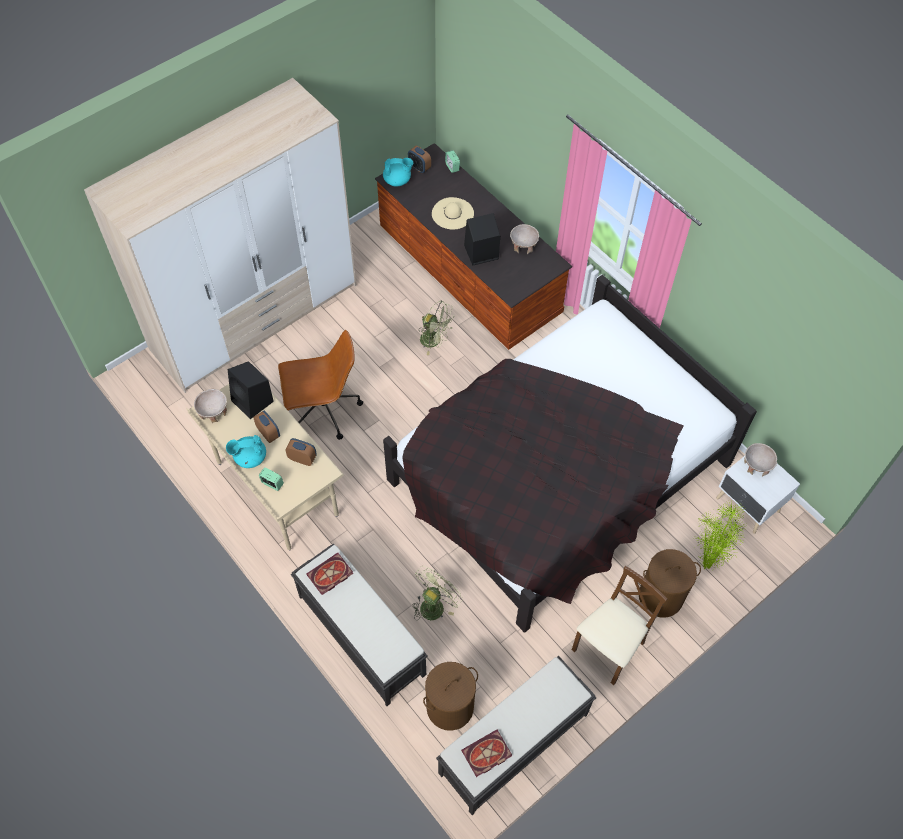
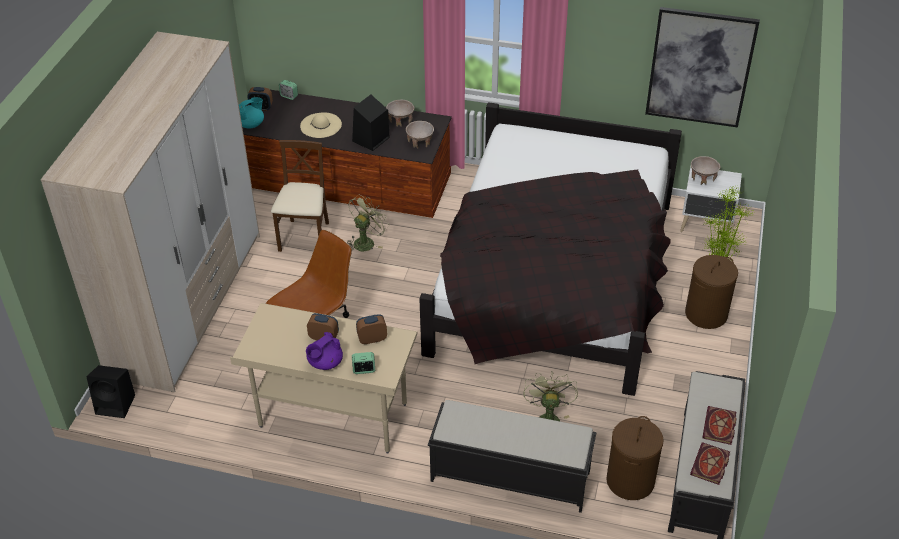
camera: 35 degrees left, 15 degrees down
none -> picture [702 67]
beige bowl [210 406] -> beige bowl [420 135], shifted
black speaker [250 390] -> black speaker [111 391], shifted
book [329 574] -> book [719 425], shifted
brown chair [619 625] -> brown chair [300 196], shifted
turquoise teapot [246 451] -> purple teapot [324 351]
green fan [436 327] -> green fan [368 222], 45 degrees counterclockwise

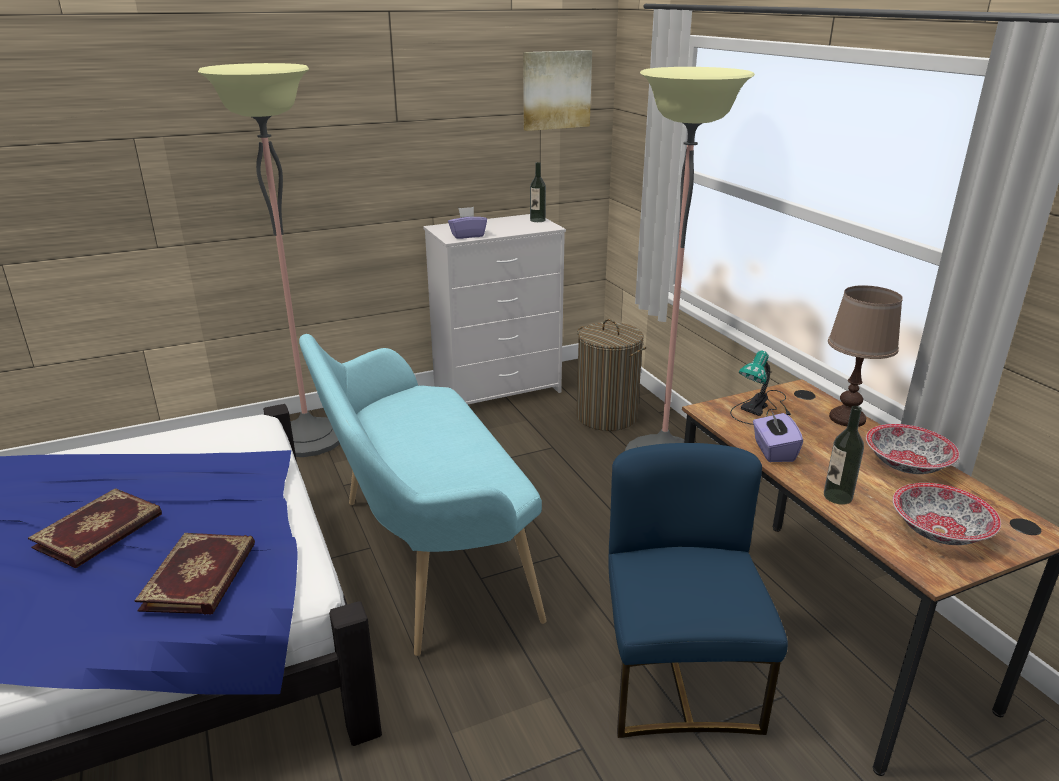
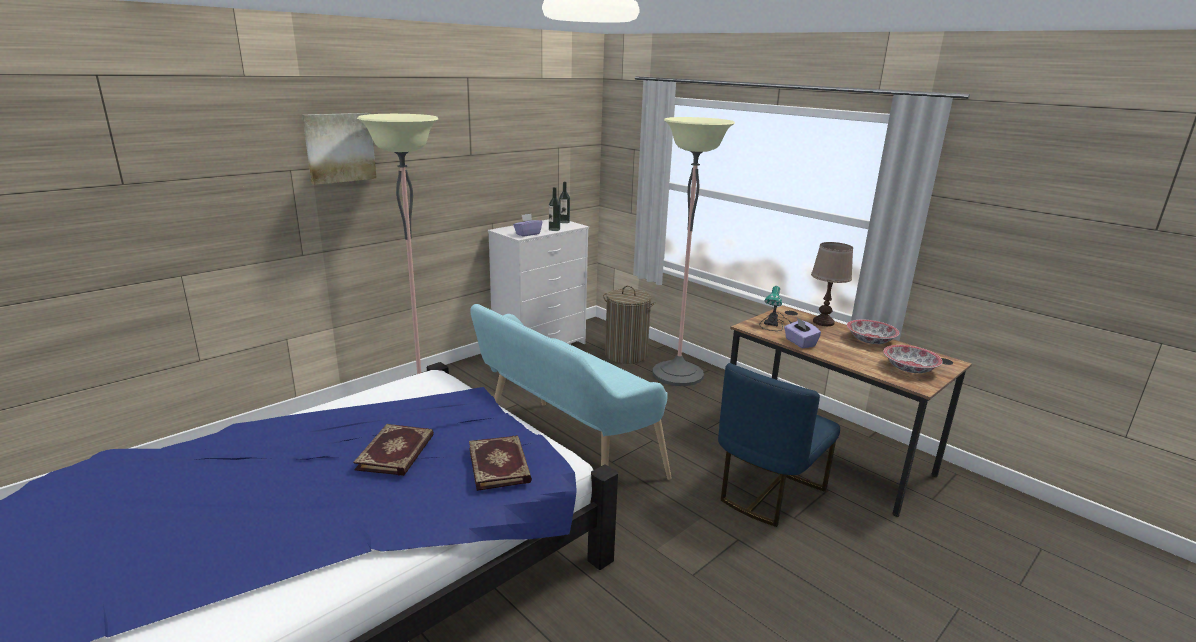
camera: 20 degrees left, 5 degrees down
picture [557 90] -> picture [339 149], shifted
bottle [844 455] -> bottle [554 209], shifted
blue chair [698 590] -> blue chair [779 445], 120 degrees counterclockwise

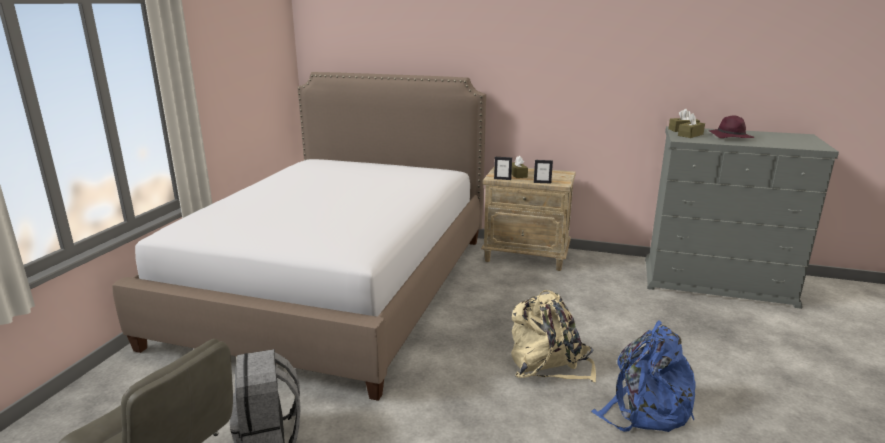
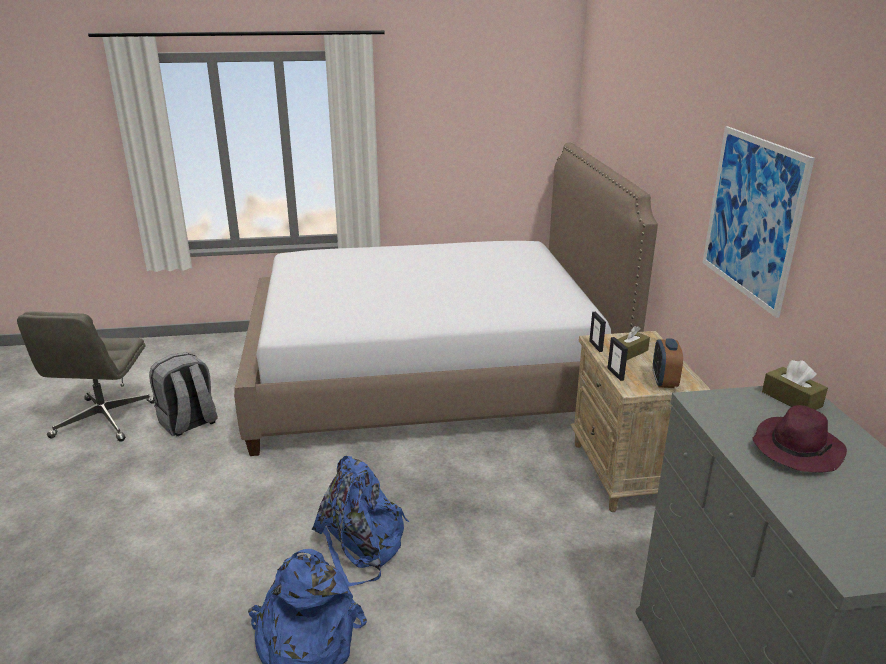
camera: 65 degrees right, 5 degrees up
brown tissue box [691 125] -> none
none -> alarm clock [668 363]
none -> picture [758 222]
beige backpack [553 336] -> blue backpack [360 521]

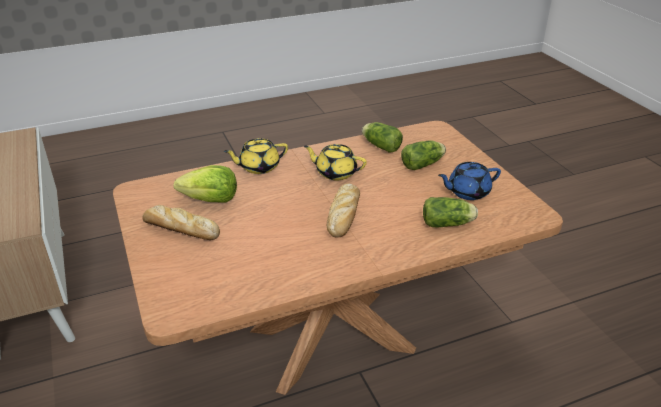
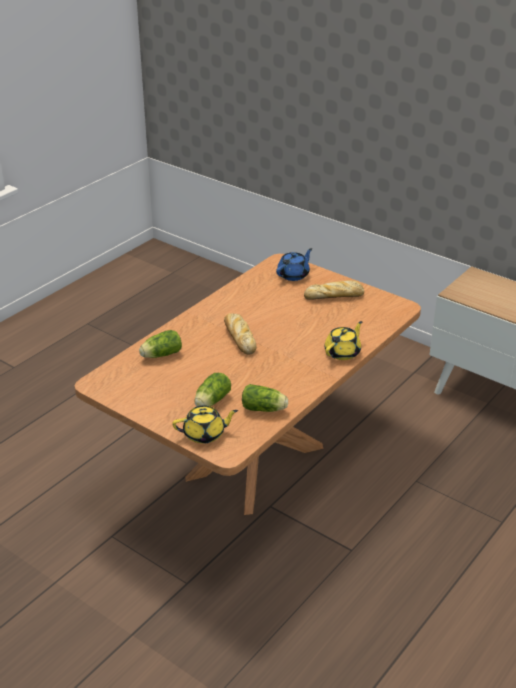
camera: 150 degrees right, 0 degrees up
lettuce [205 183] -> none
yellow teapot [335 162] -> yellow teapot [205 424], shifted
blue teapot [469 181] -> blue teapot [294 264], shifted

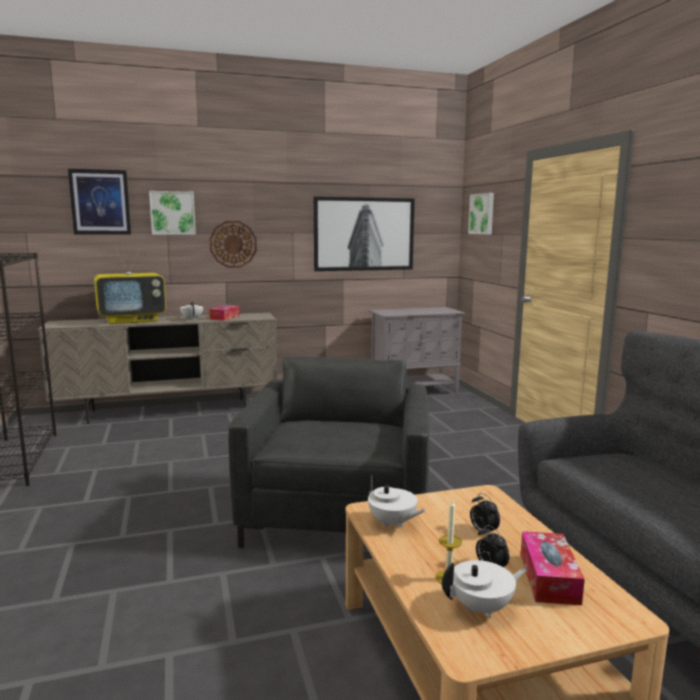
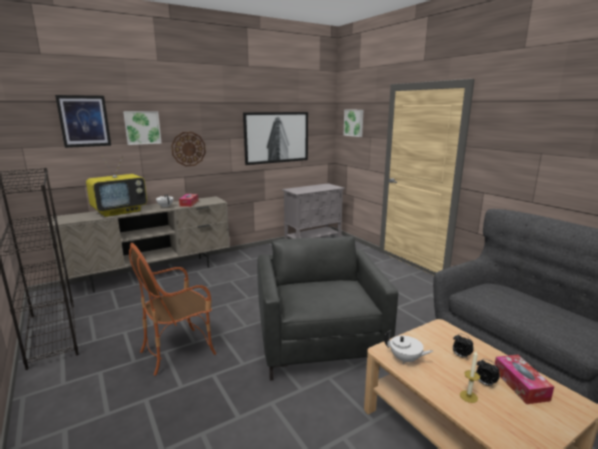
camera: 15 degrees left, 5 degrees up
white teapot [484 589] -> none
none -> armchair [172 309]

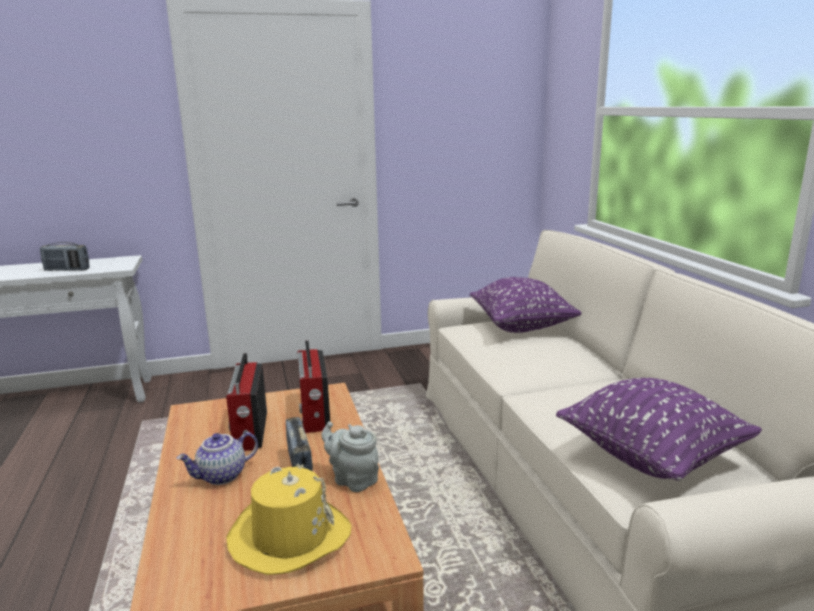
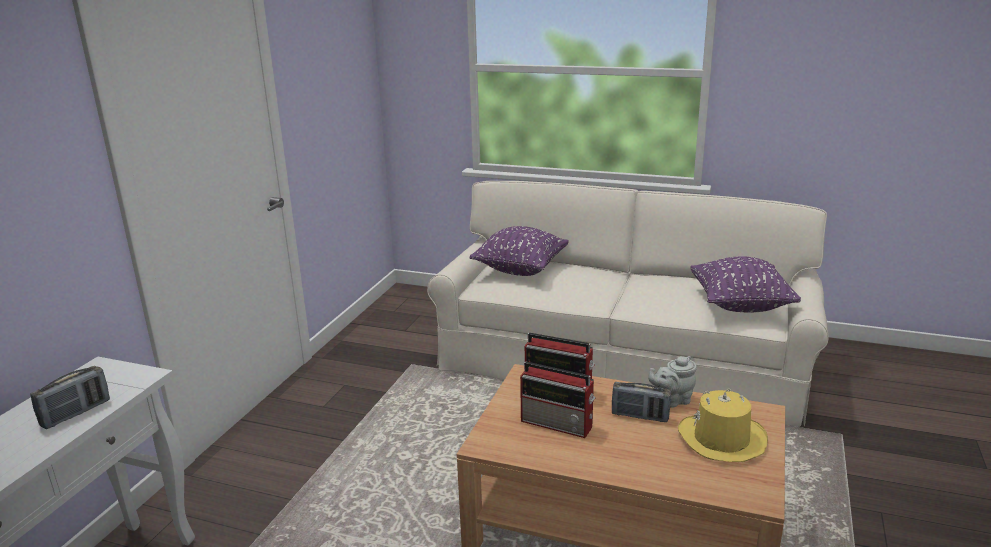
camera: 55 degrees left, 5 degrees up
teapot [217 458] -> none

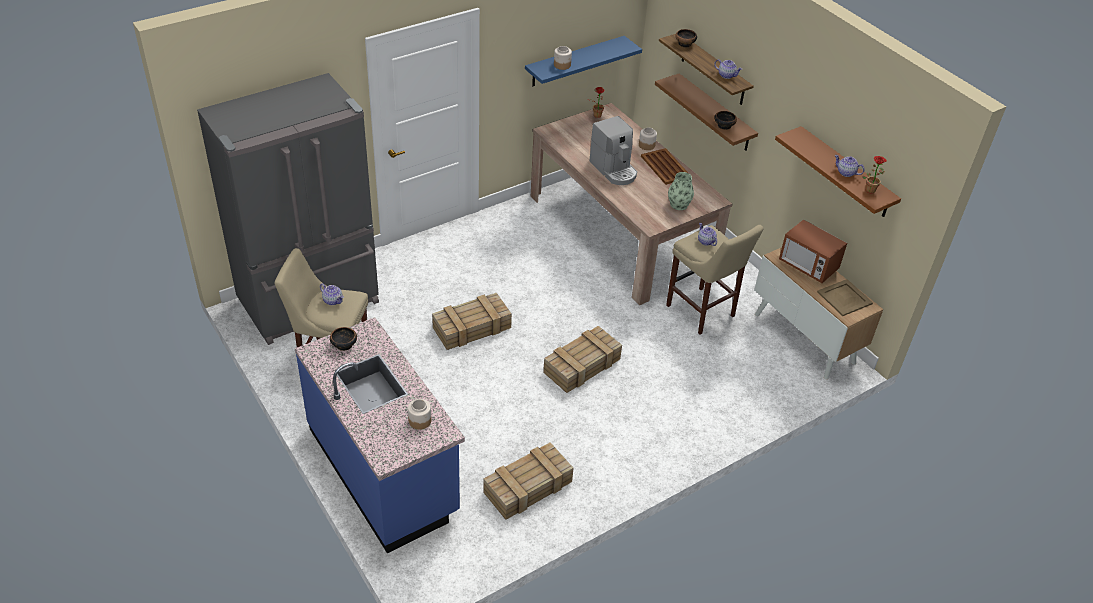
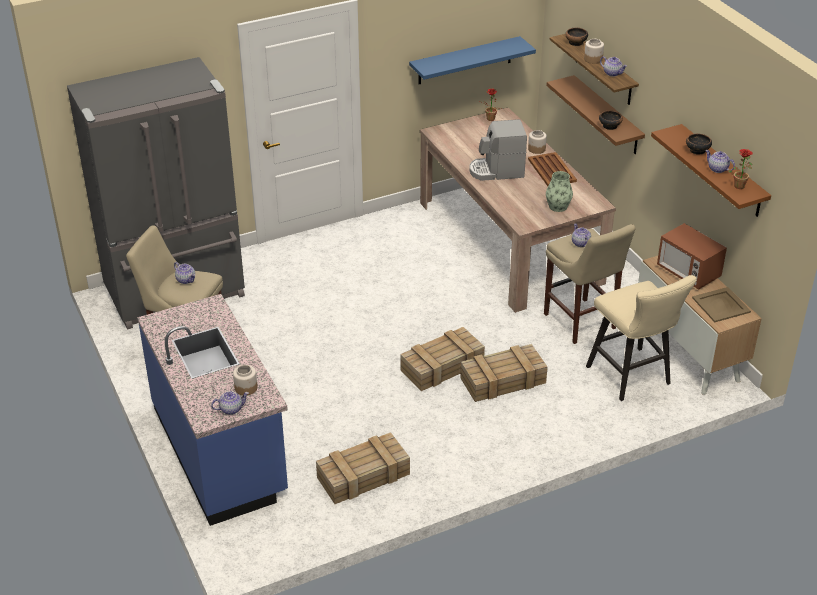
camera: 10 degrees right, 5 degrees down
none -> teapot [230 403]
none -> beige stool [641 338]
bowl [343 339] -> bowl [699 144], shifted
crate [472 321] -> crate [504 373], shifted
jar [563 58] -> jar [594 51], shifted
coffee machine [613 150] -> coffee machine [498 150], 105 degrees clockwise

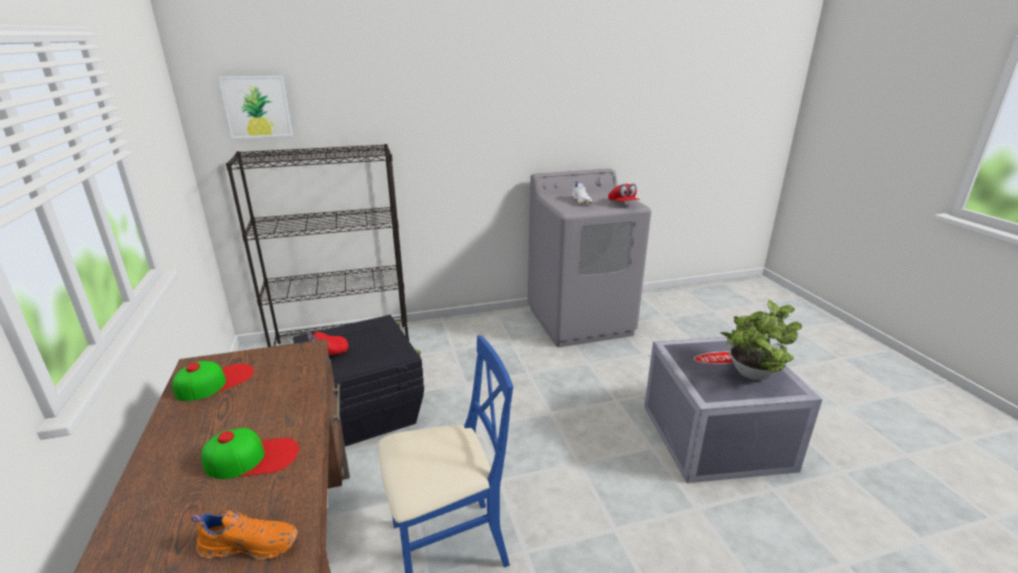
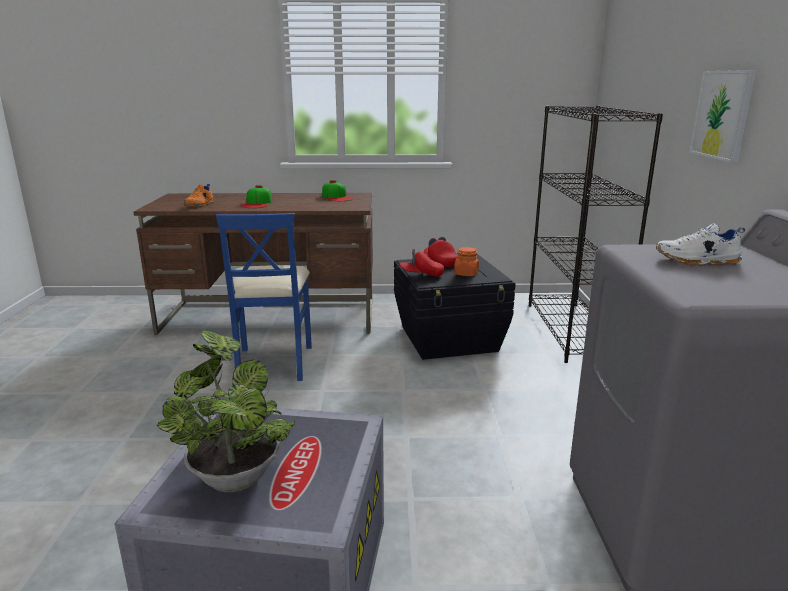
camera: 105 degrees right, 5 degrees down
none -> orange jar [466 261]
picture [255 107] -> picture [722 116], shifted
red cap [624 193] -> red cap [422 262], shifted

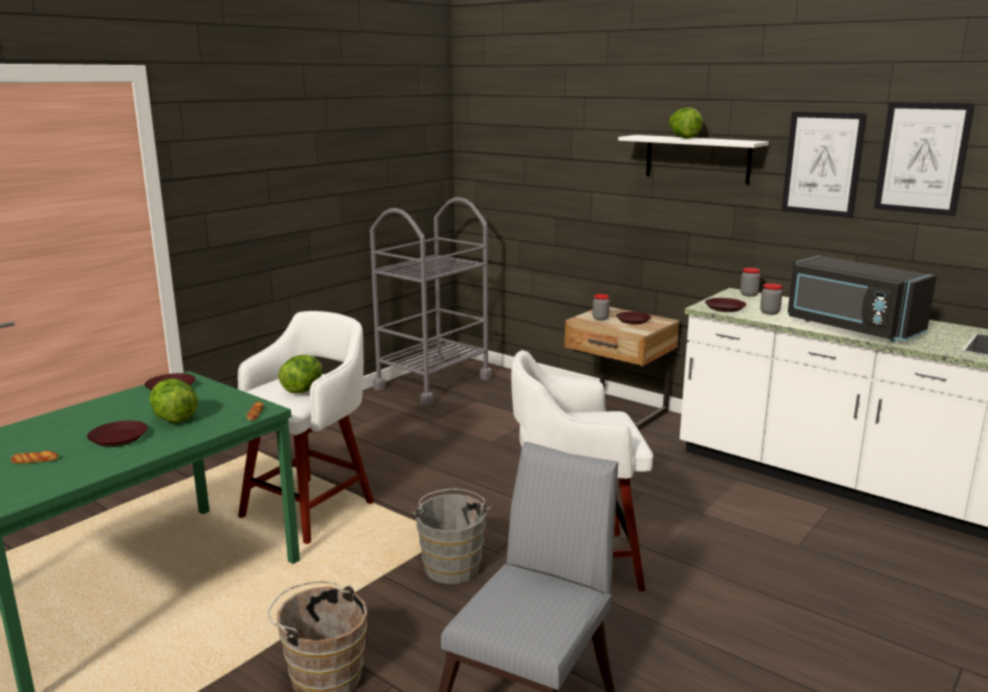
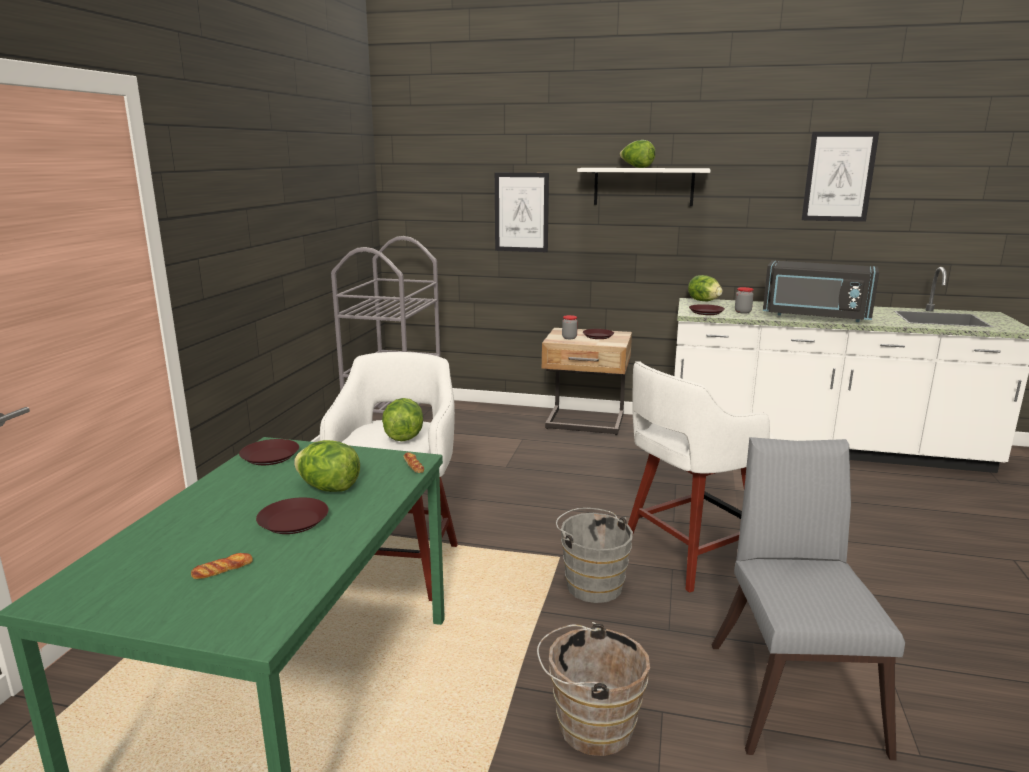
camera: 25 degrees left, 0 degrees up
picture [824 164] -> picture [522 212], shifted
jar [750 282] -> lettuce [705 288]

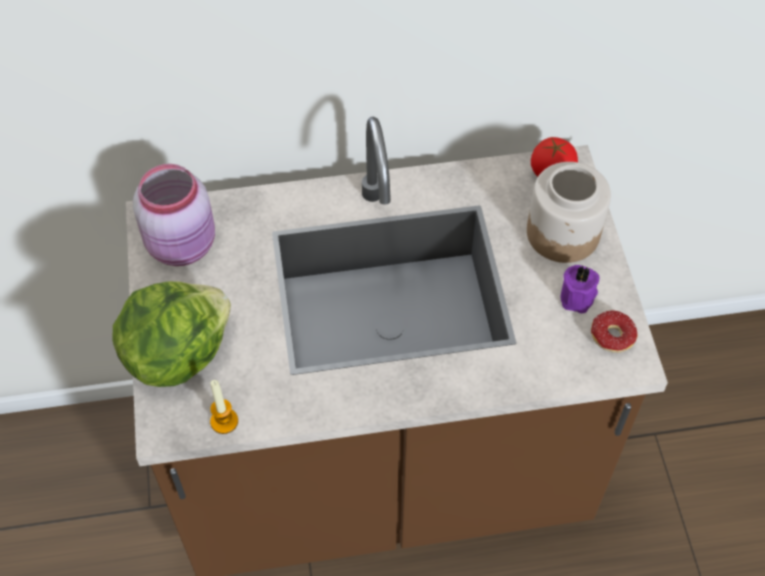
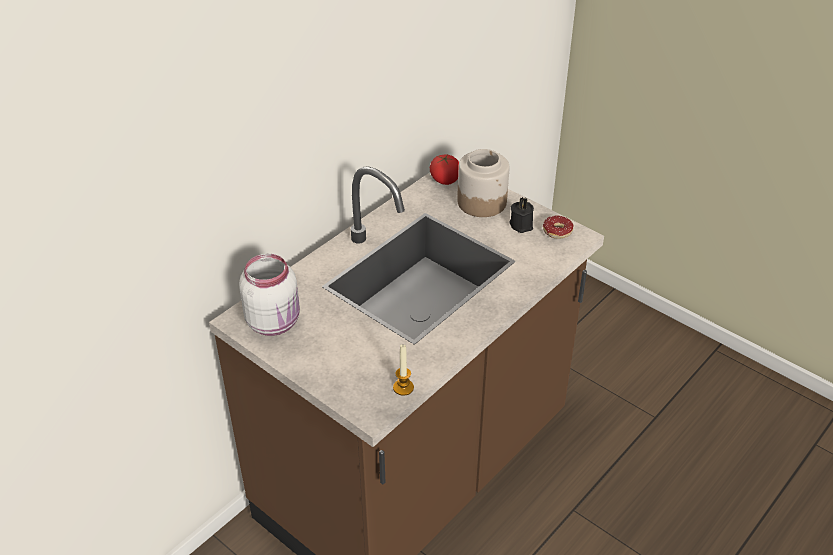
camera: 40 degrees left, 15 degrees down
lettuce [171 334] -> none
pink jar [174 215] -> white jar [269 295]
purple candle [579 289] -> black candle [522 215]

